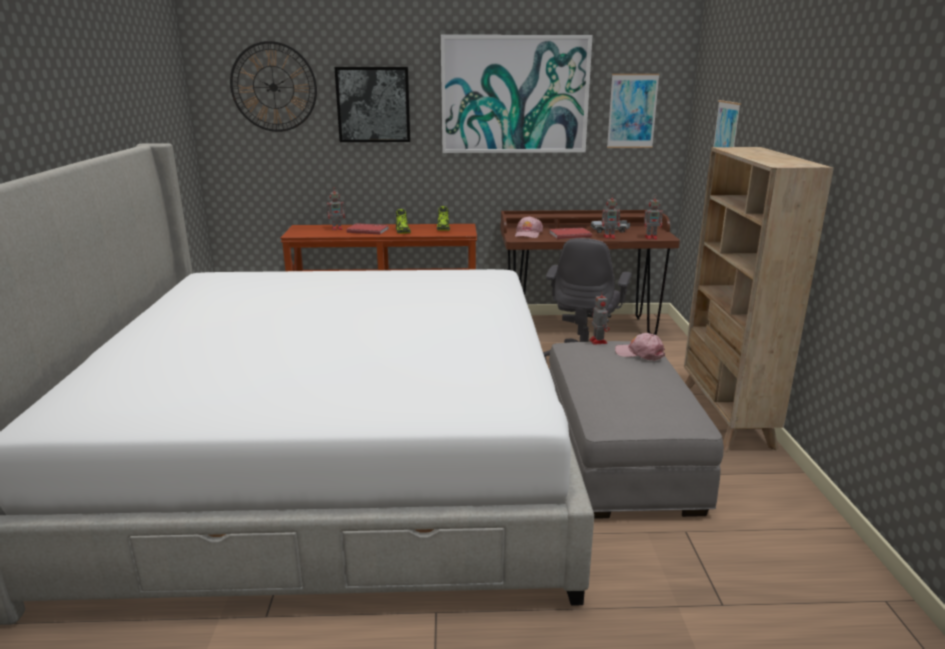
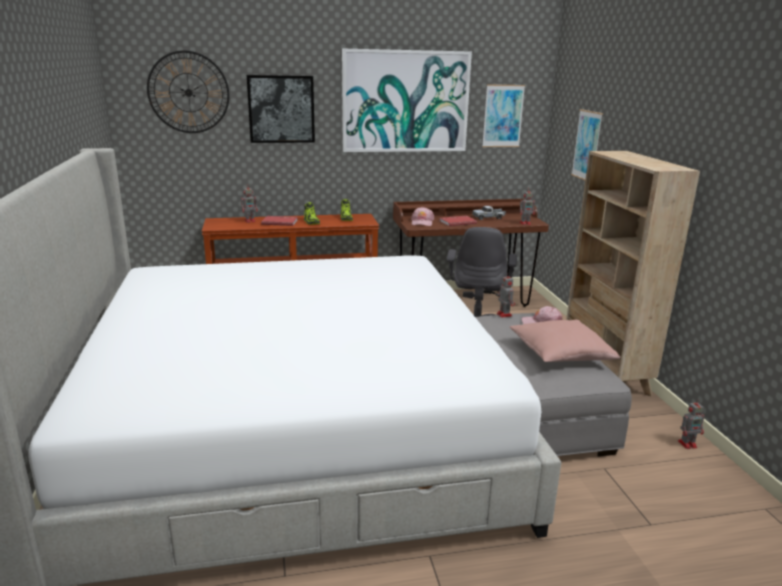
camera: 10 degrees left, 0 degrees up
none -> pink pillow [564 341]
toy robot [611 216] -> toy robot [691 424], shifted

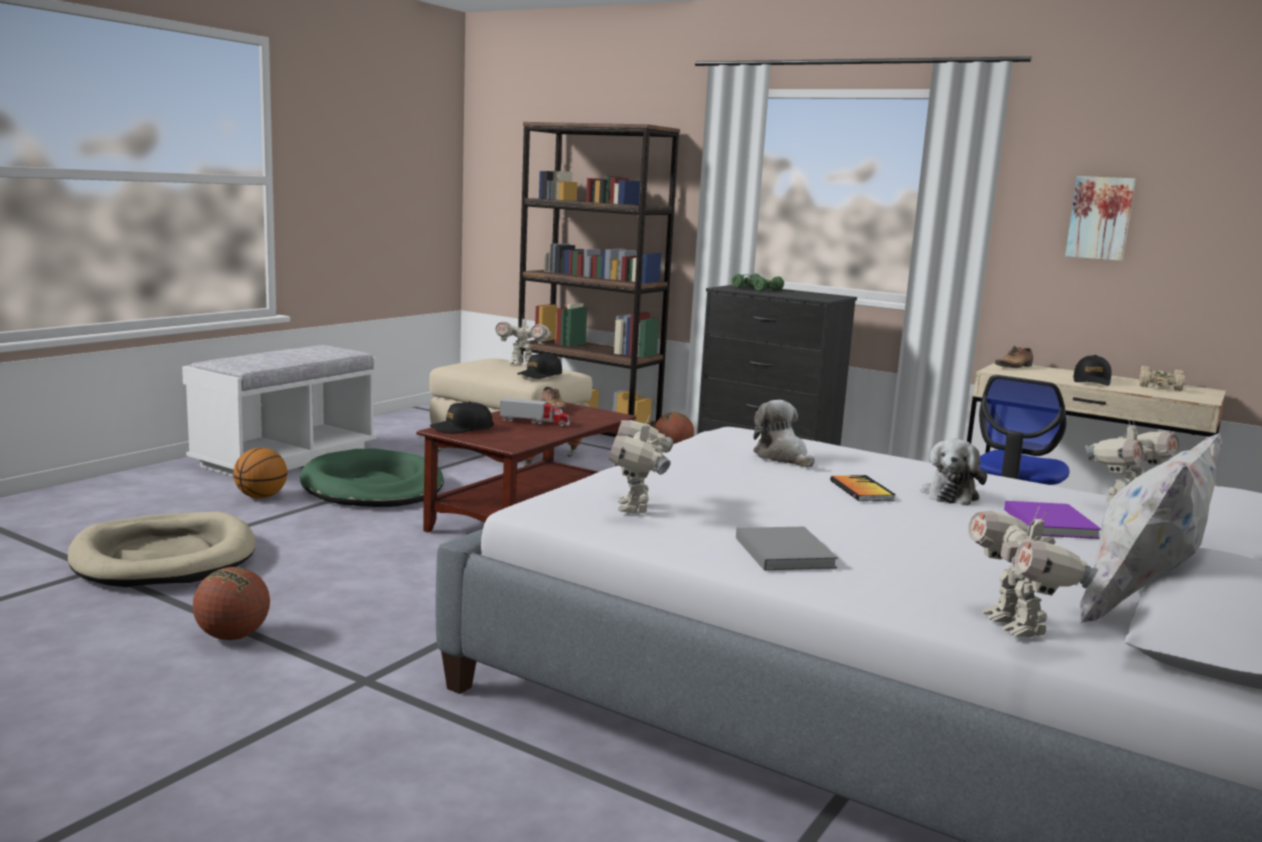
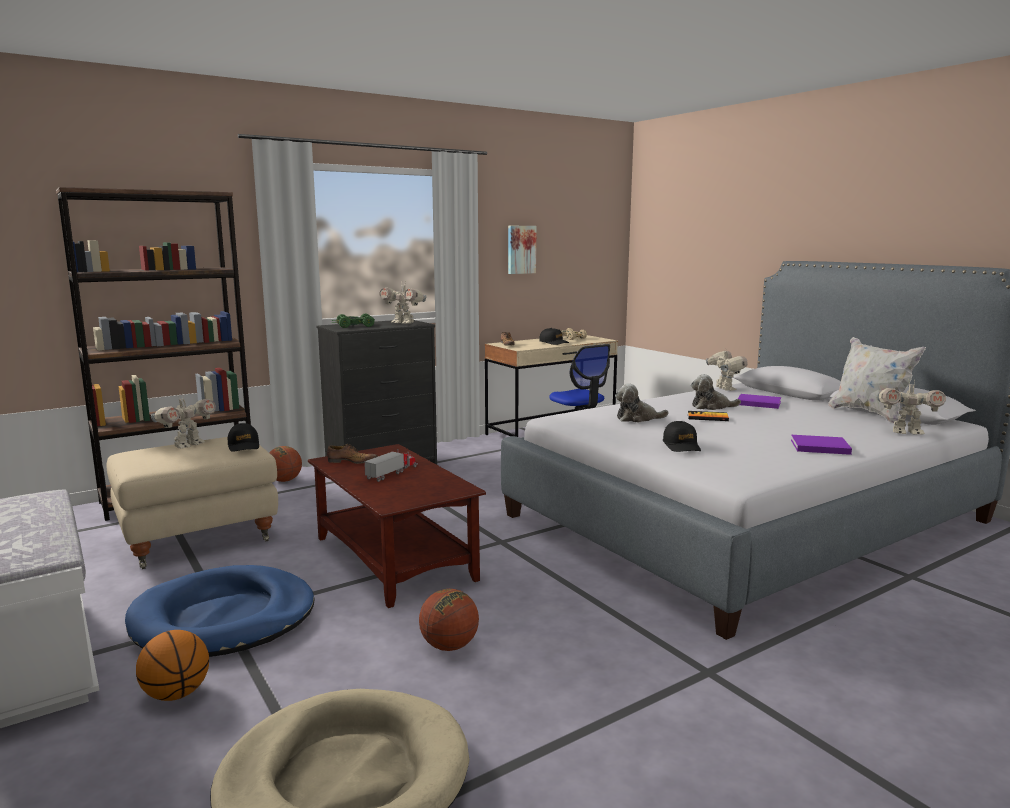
camera: 65 degrees left, 0 degrees up
basketball [231 603] -> basketball [449 620], shifted
black cap [462 418] -> black cap [682 436], shifted
toy robot [641 464] -> toy robot [403 303], shifted
green dog bed [372 478] -> blue dog bed [219 611]
grey book [787 548] -> purple book [821 445]
plush toy [954 472] -> plush toy [716 392], 135 degrees clockwise

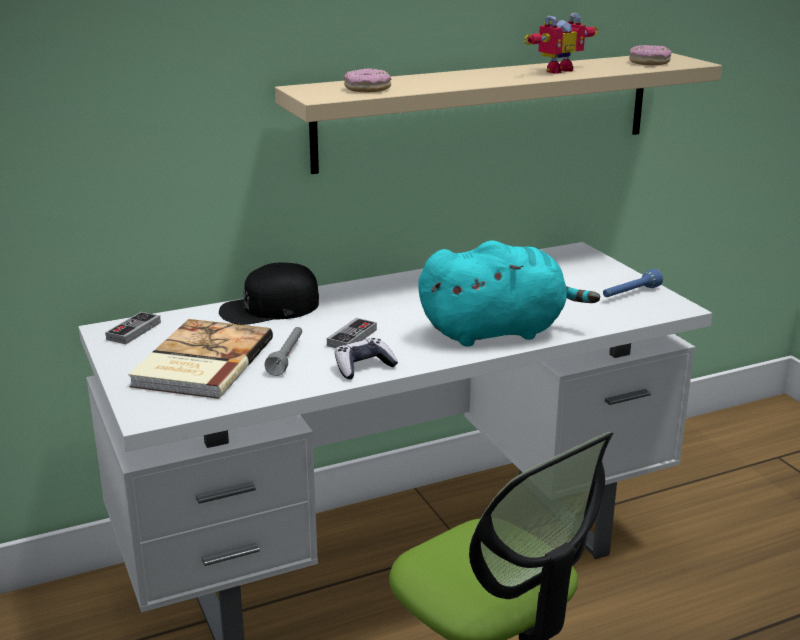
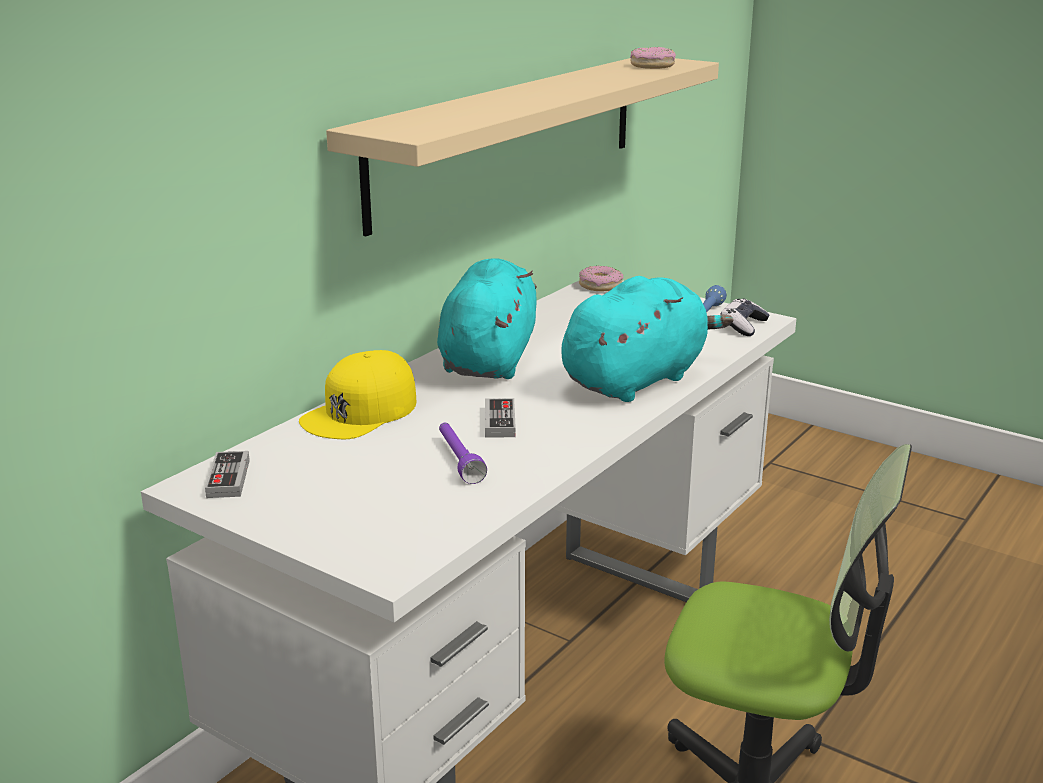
camera: 30 degrees left, 0 degrees up
book [200 359] -> none
toy robot [561 43] -> none
none -> turquoise plush toy [487 319]
game controller [366 358] -> game controller [744 317], shifted
donut [367 80] -> donut [601 278], shifted
black cap [269 294] -> yellow cap [357 394]
grey flashlight [283 351] -> purple flashlight [463 453]

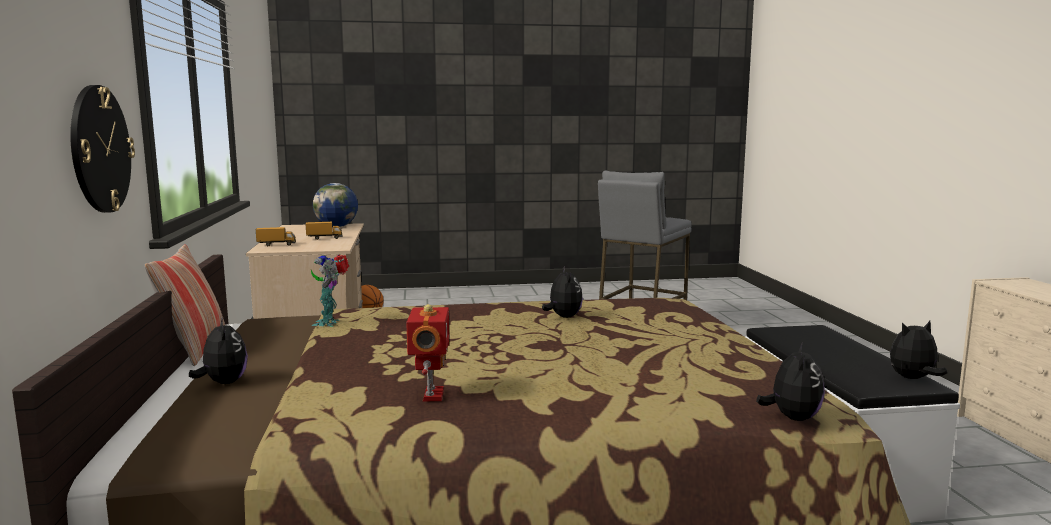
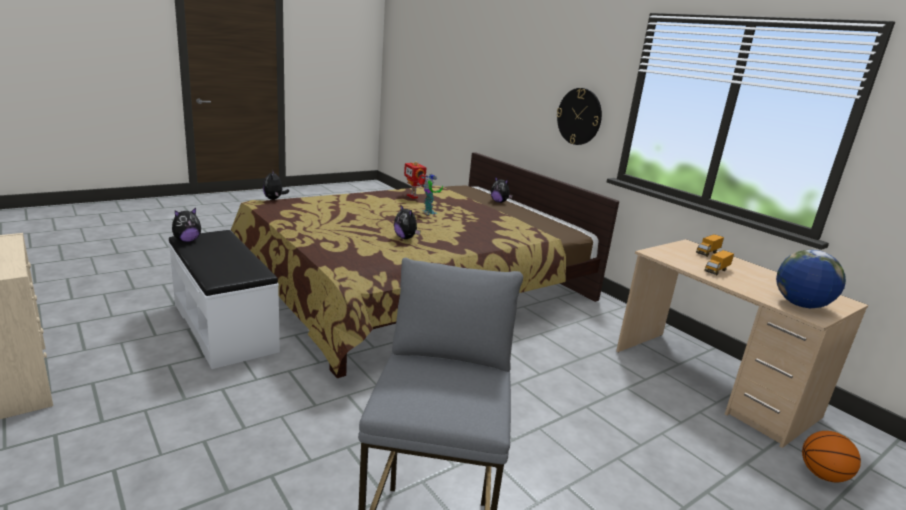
camera: 150 degrees right, 10 degrees up
pillow [184 305] -> none
toy robot [330 290] -> toy robot [430 194], shifted

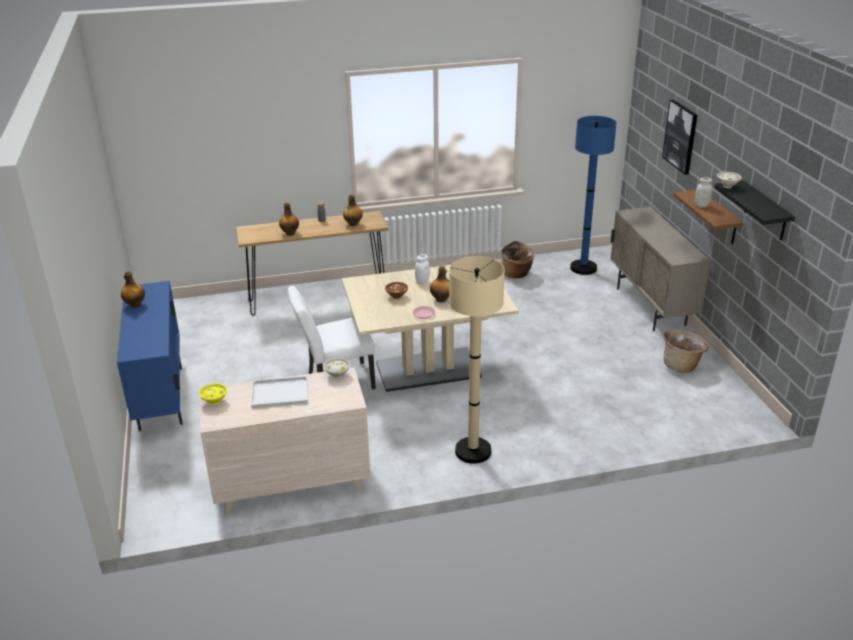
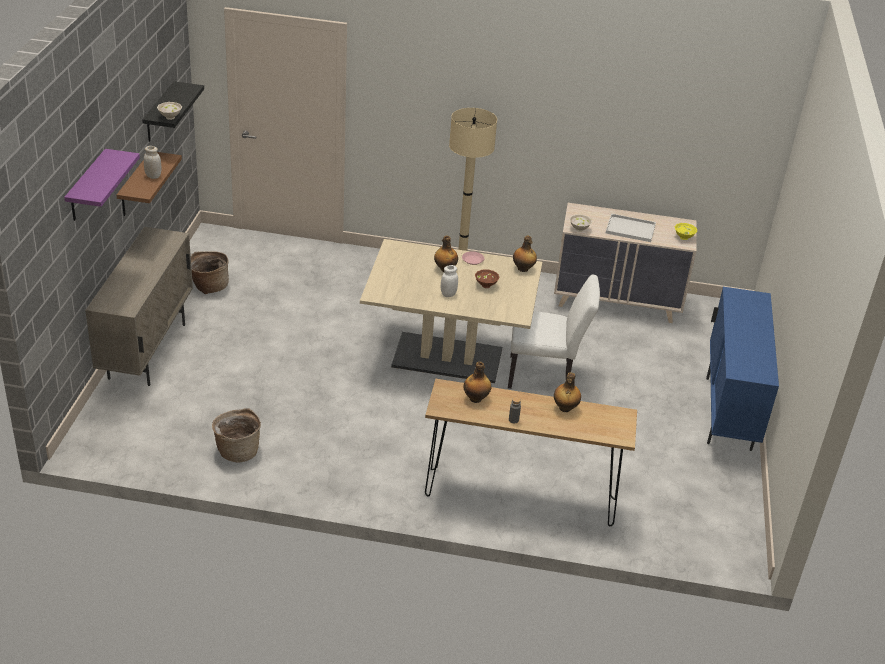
camera: 160 degrees left, 5 degrees up
blue floor lamp [593 195] -> none
bottle [133 290] -> bottle [525 254], shifted
picture [679 137] -> purple shelf [102 185]

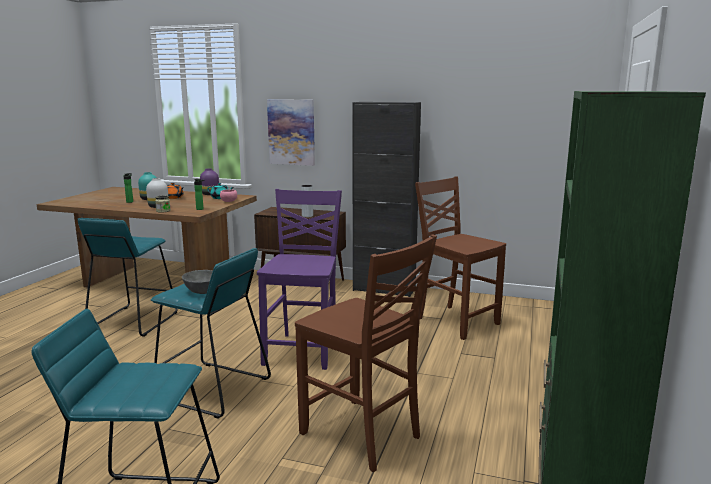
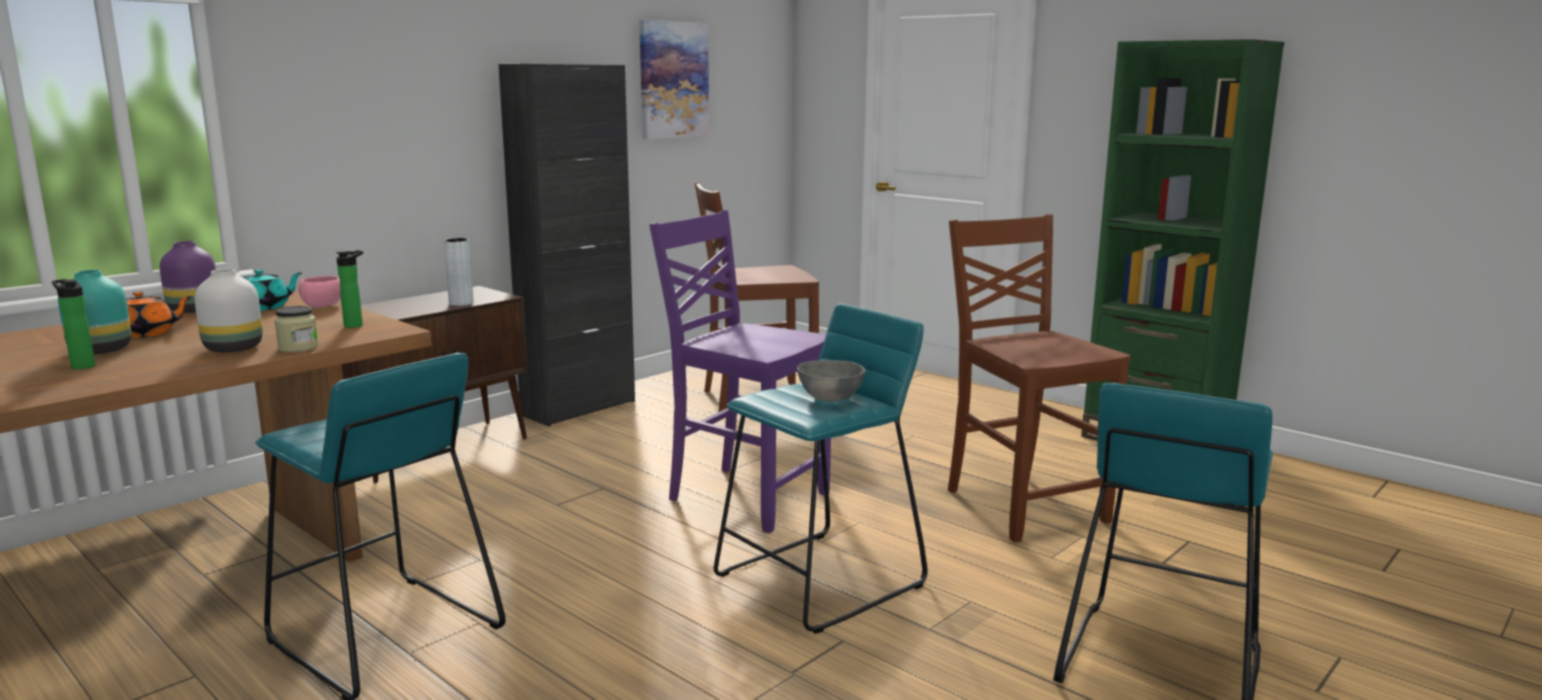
camera: 65 degrees left, 0 degrees up
picture [291 132] -> picture [674 79], shifted
brown chair [366 353] -> brown chair [1039 378], 90 degrees counterclockwise

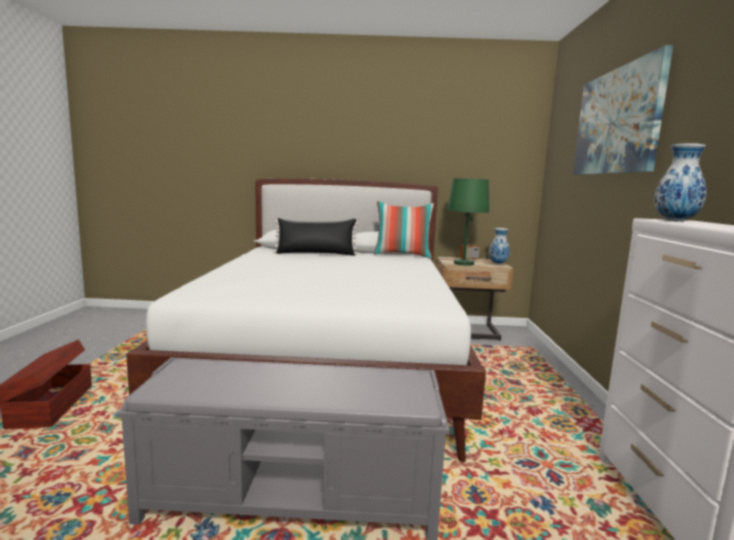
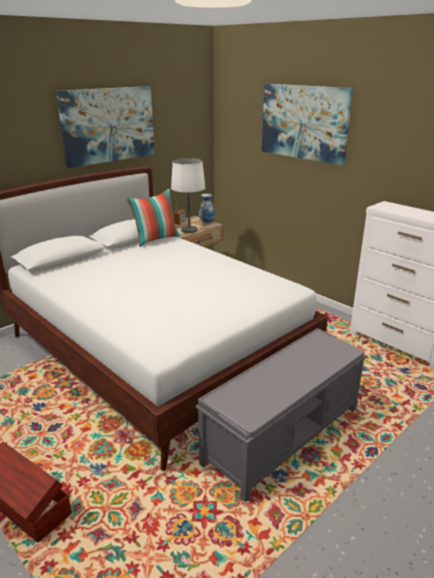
camera: 45 degrees left, 15 degrees up
black pillow [315 237] -> none
vase [680 182] -> none
none -> picture [105 127]
green table lamp [468 222] -> white table lamp [188 195]

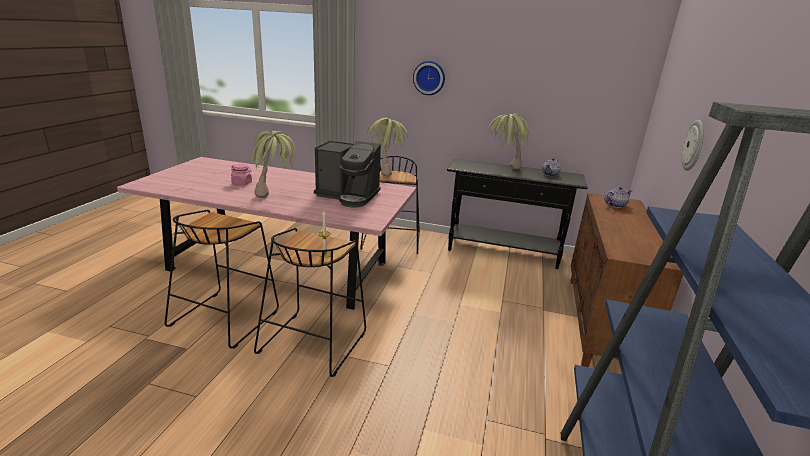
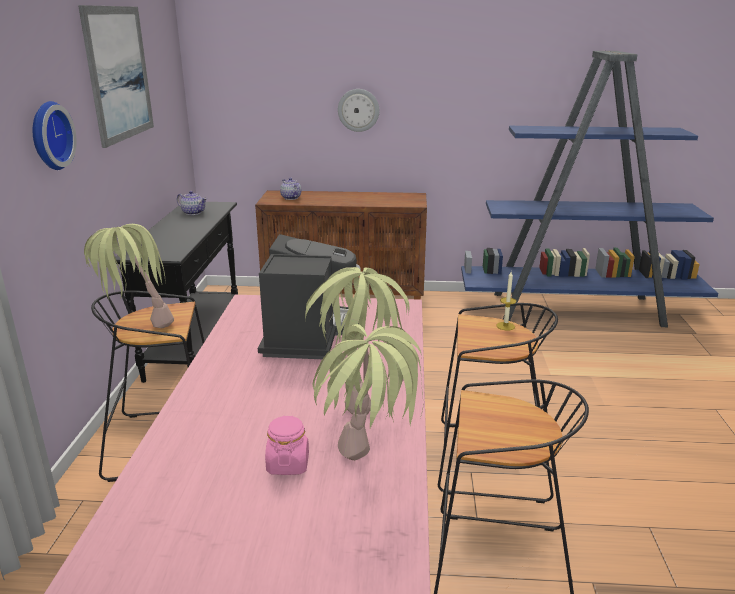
camera: 100 degrees left, 0 degrees up
none -> picture [116 76]
potted plant [509 141] -> potted plant [368 392], shifted

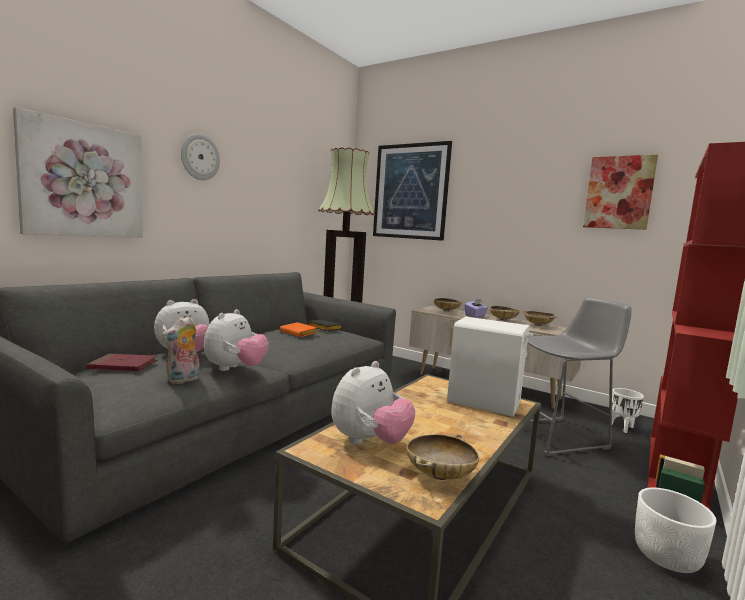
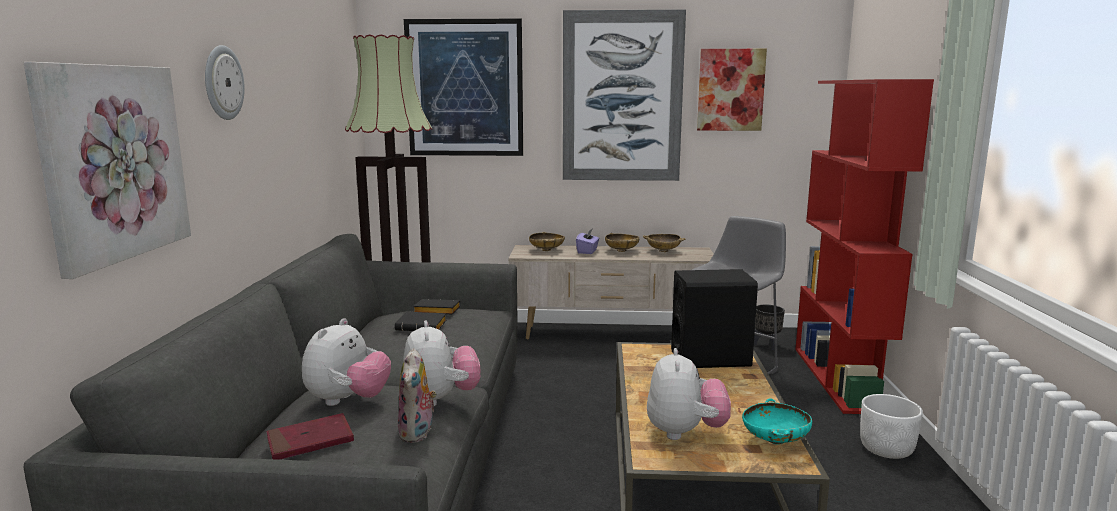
camera: 30 degrees left, 5 degrees up
none -> picture [624 95]
orange book [298 329] -> black book [421 321]
beige bowl [442 457] -> turquoise bowl [777 421]
white speaker [490 367] -> black speaker [714 318]
white planter [628 410] -> black planter [769 327]

